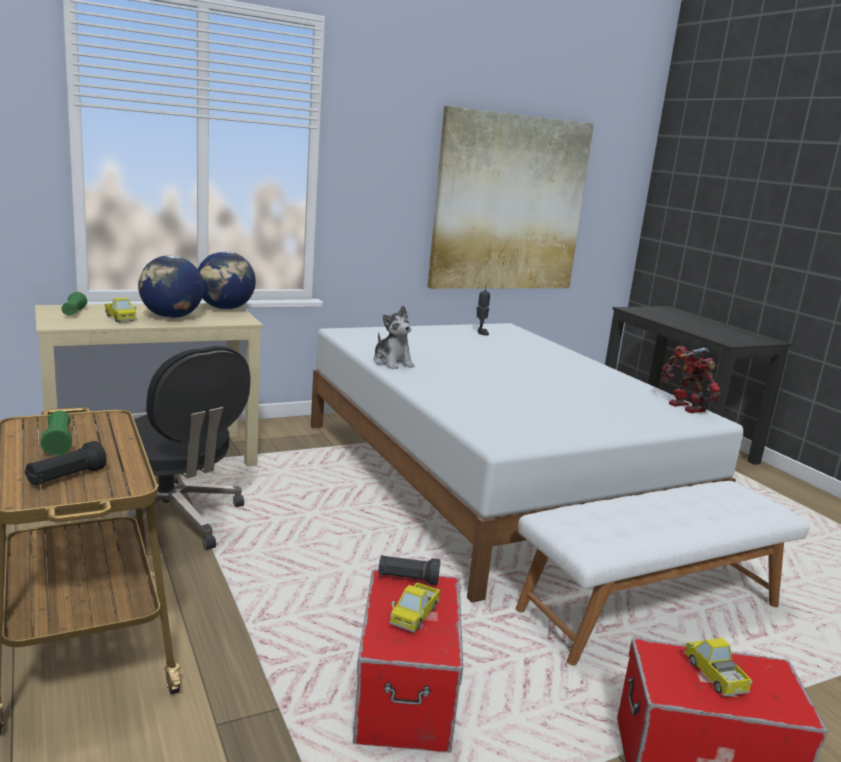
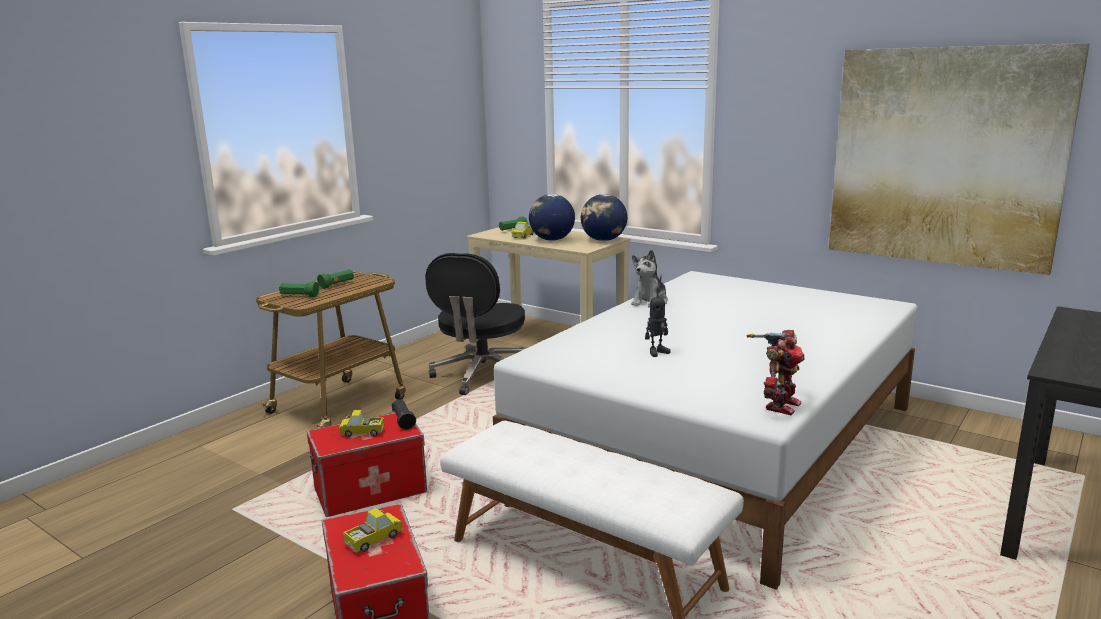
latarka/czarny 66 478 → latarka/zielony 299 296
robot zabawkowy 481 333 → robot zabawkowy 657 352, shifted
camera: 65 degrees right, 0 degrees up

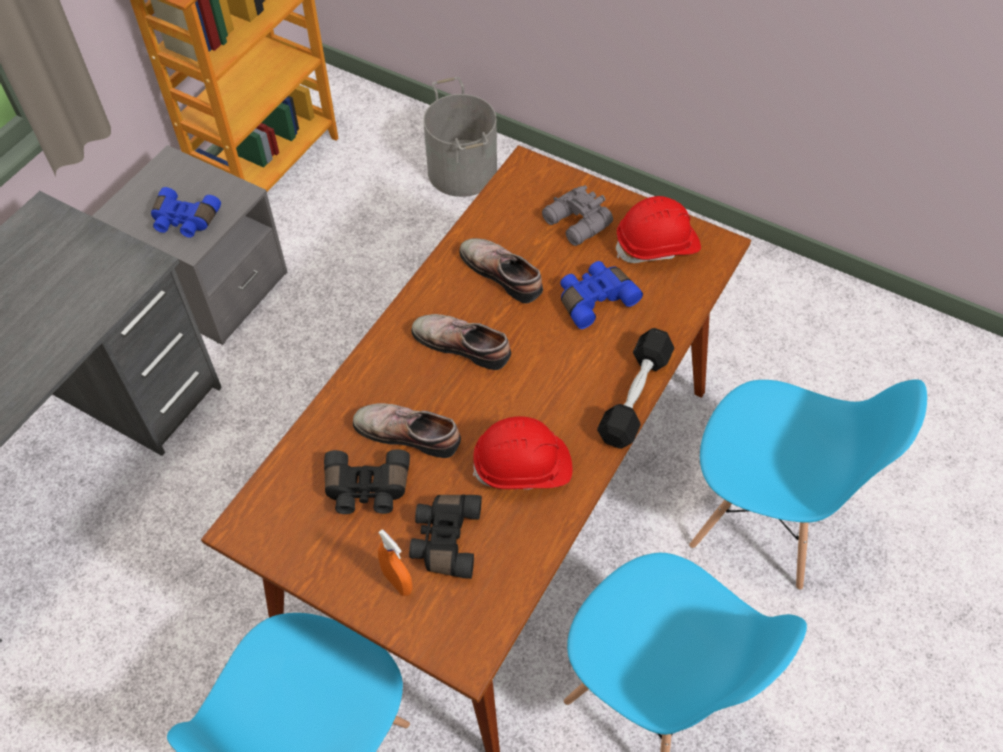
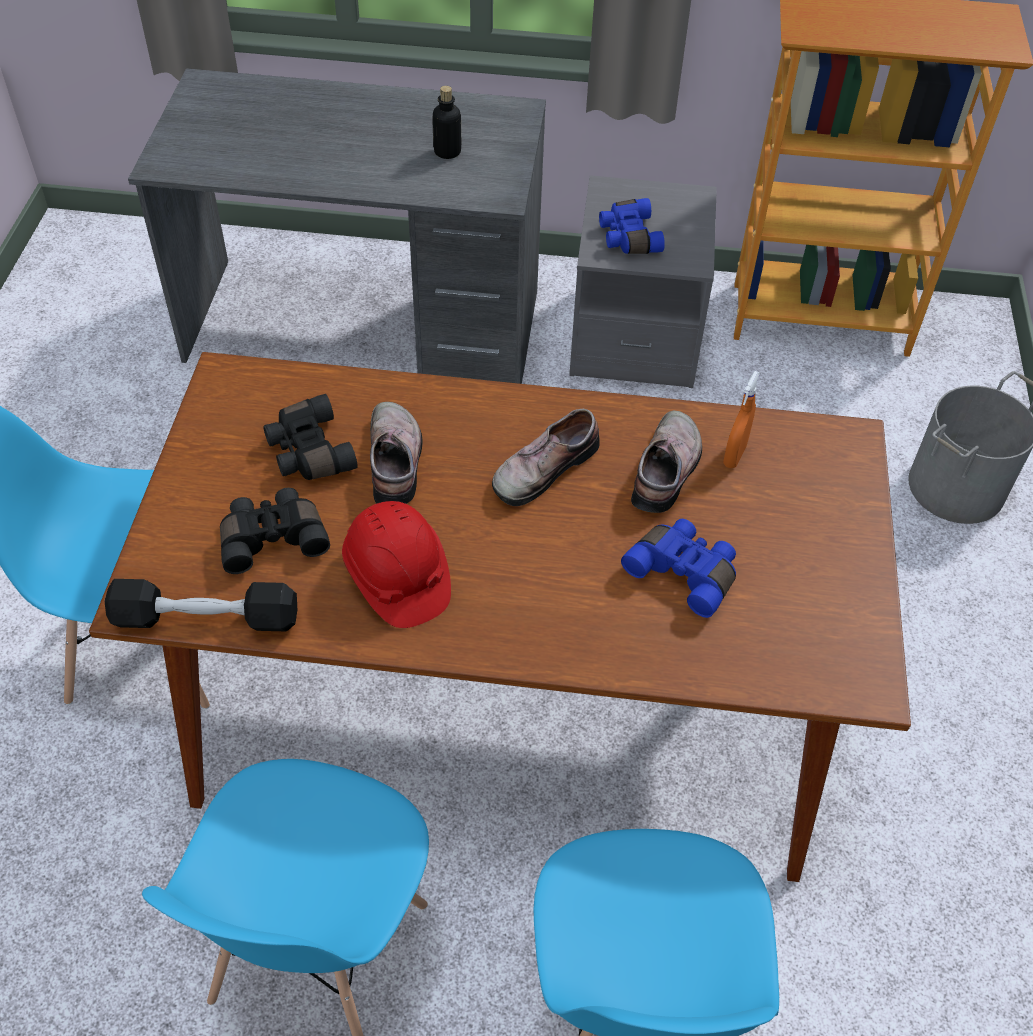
spryskiwacz/pomarańczowy 397 582 → spryskiwacz/pomarańczowy 734 455, shifted
but 463 343 → but 542 467, 135 degrees counterclockwise
lornetka/szary 576 224 → -
hantel/czarny 635 396 → hantel/czarny 206 619, shifted
kask/czerwony 657 245 → -
- → butelka 447 152
camera: 65 degrees right, 5 degrees down

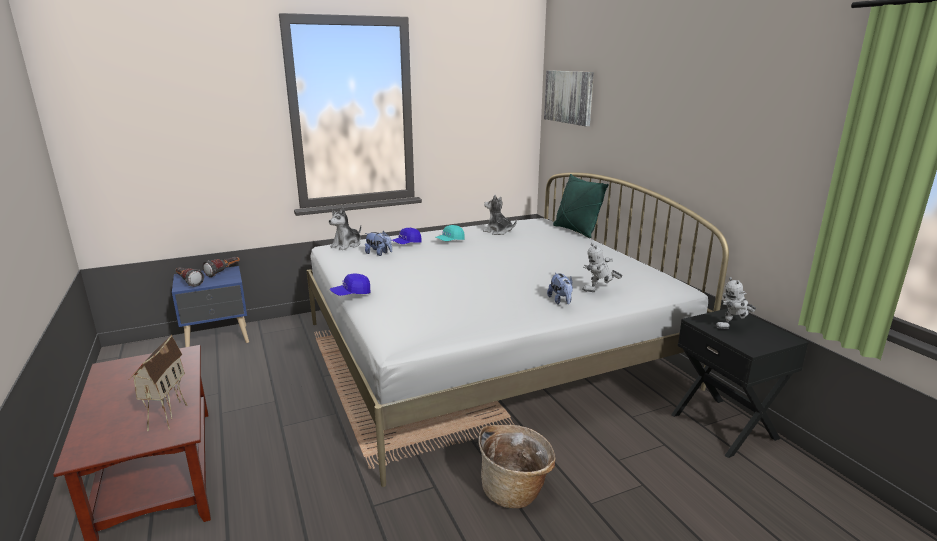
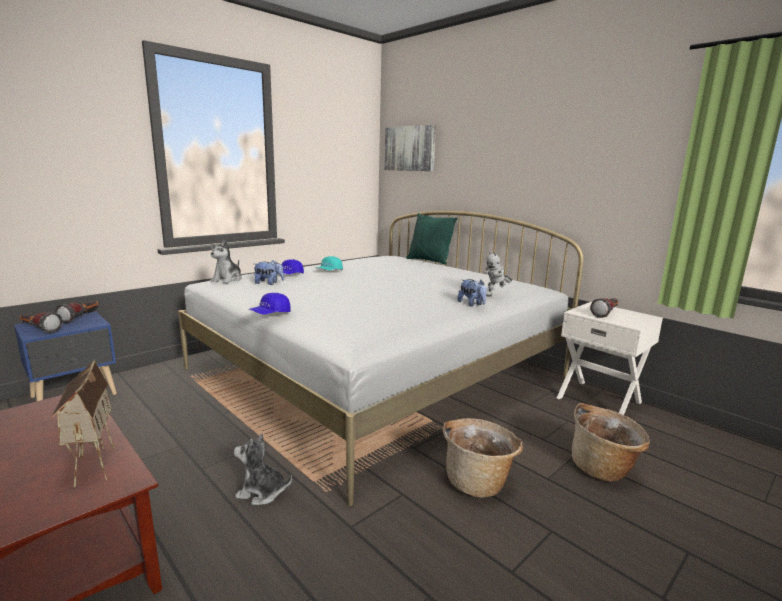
pluszak 498 231 → pluszak 261 492, shifted
szafka nocna/czarny 725 426 → szafka nocna/biały 599 400
robot zabawkowy 733 328 → latarka 606 314
- → koszyk 603 468
camera: 20 degrees left, 5 degrees down

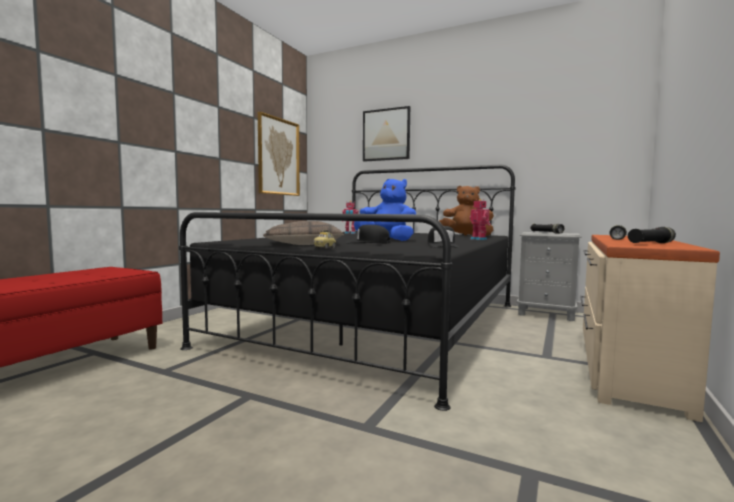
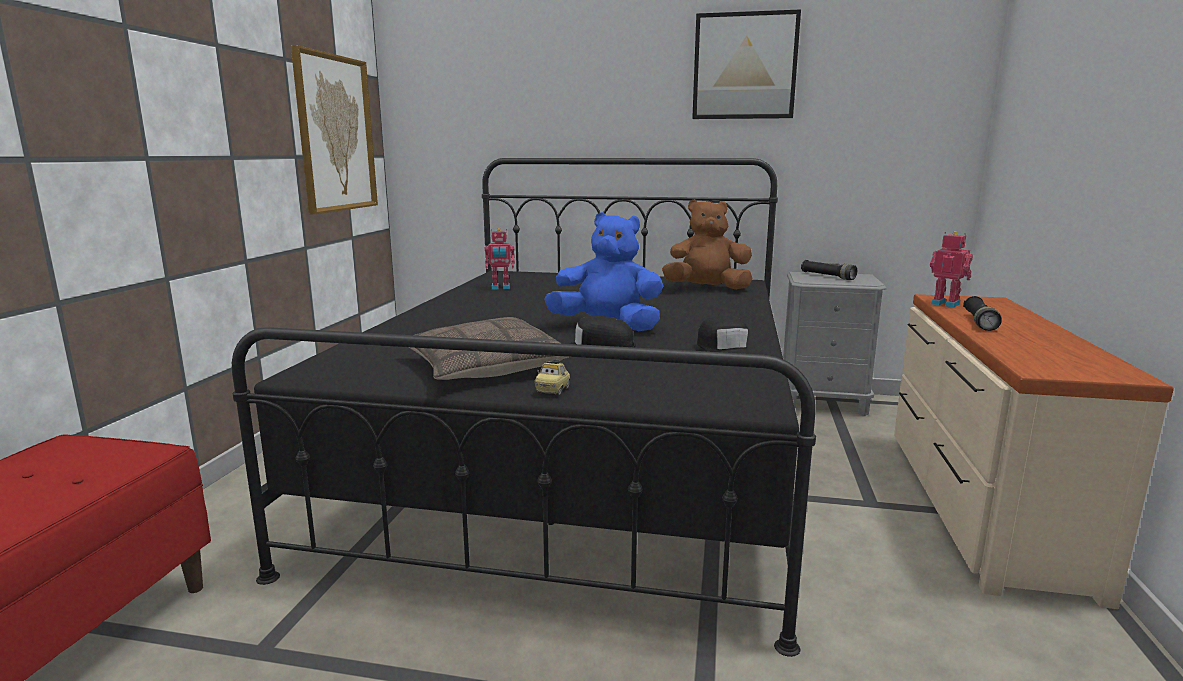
obraz 386 134 → obraz 744 66, shifted
robot zabawkowy 479 239 → robot zabawkowy 945 303, shifted
latarka/czarny 651 243 → -
camera: 15 degrees left, 10 degrees up

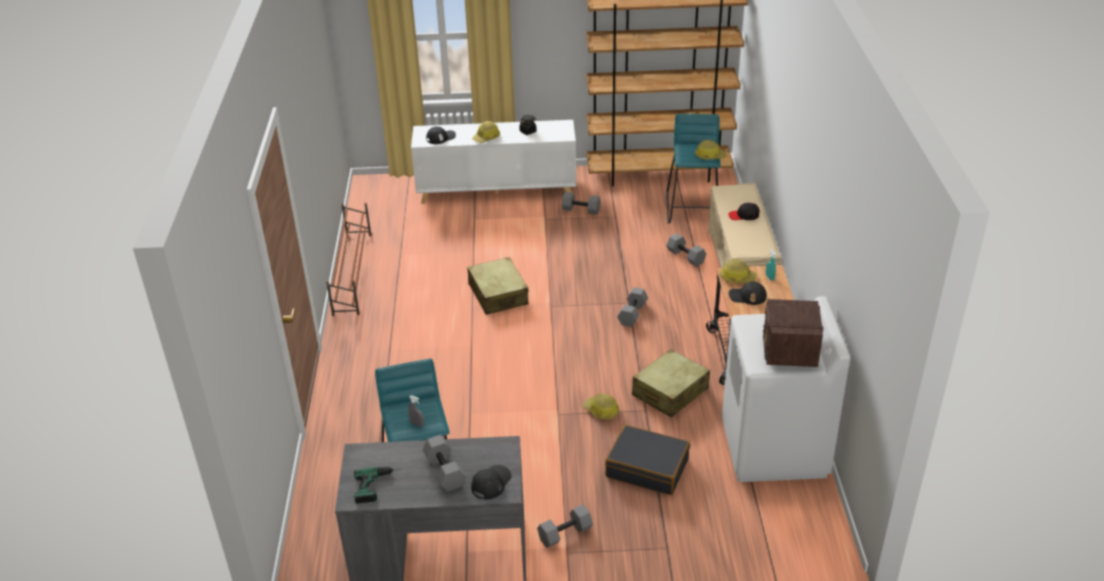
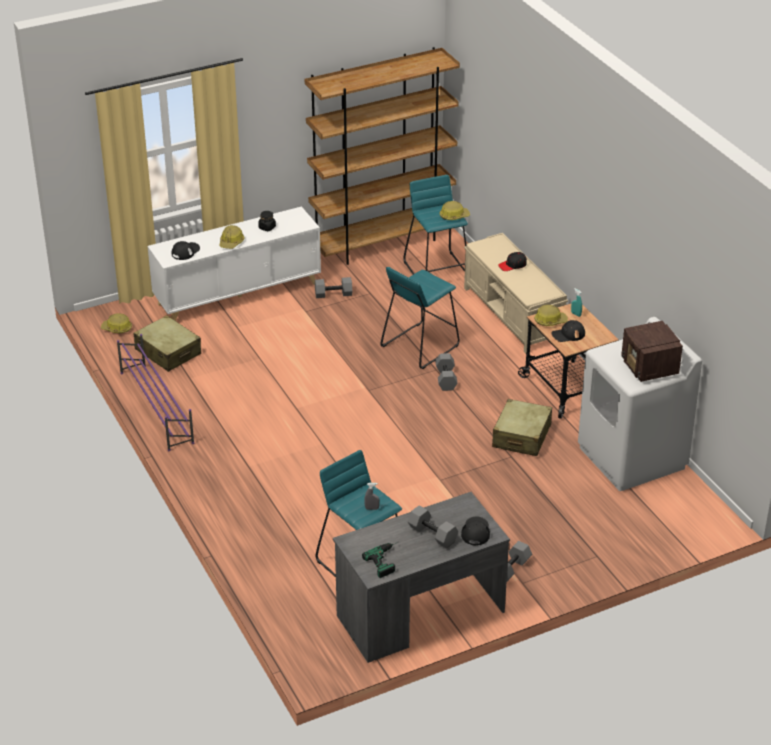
regał na buty/brązowy 353 273 → regał na buty/fioletowy 156 407
walizka/beżowy 498 294 → walizka/beżowy 168 352, shifted
kask 601 411 → kask 117 328, shifted
walizka/czarny 647 468 → -
hantel/szary 686 256 → -
- → stołek/turkusowy 419 346
camera: 25 degrees left, 0 degrees up

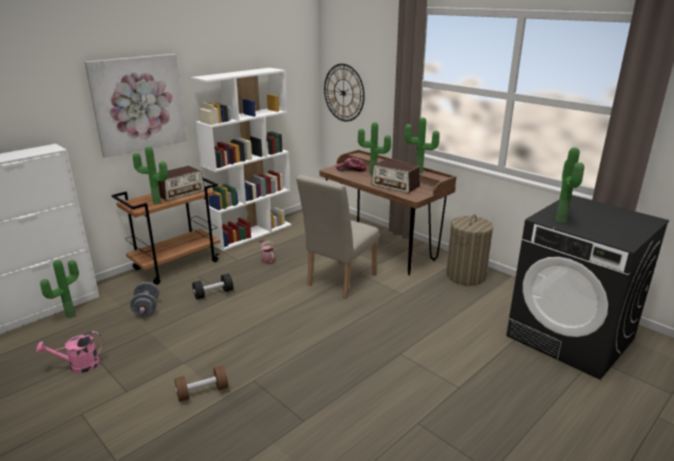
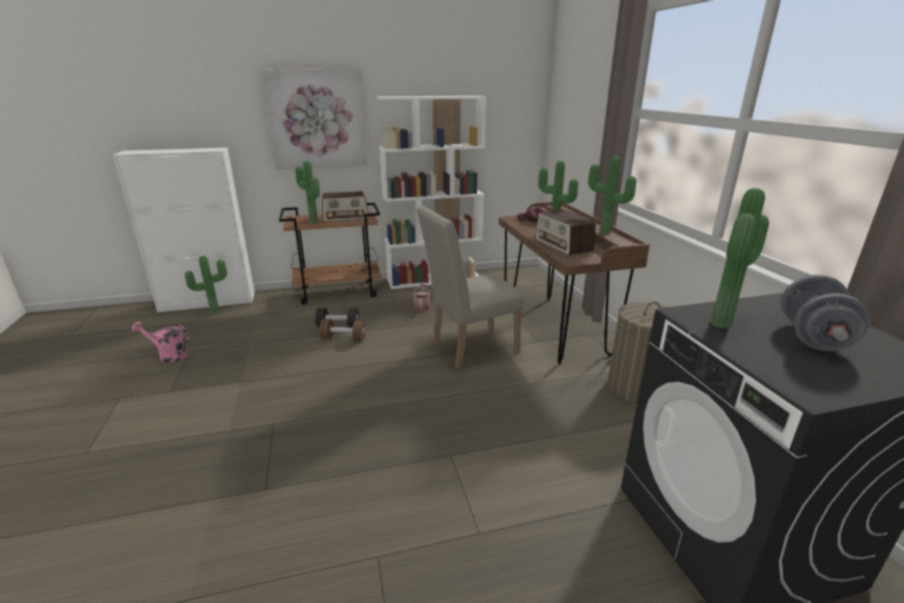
hantel/szary 146 309 → hantel/szary 813 337, shifted
hantel/brązowy 202 392 → hantel/brązowy 343 338, shifted
zegar ścienny 343 93 → -
camera: 30 degrees right, 0 degrees up

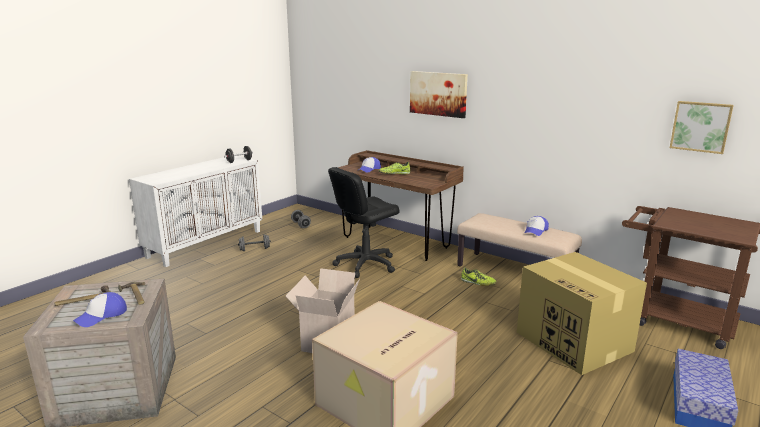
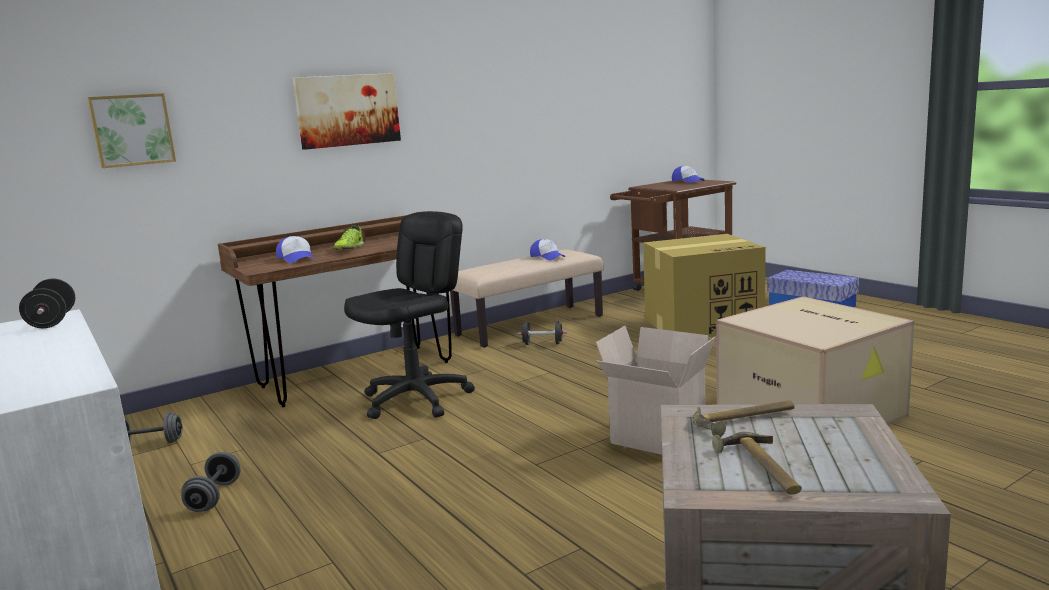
czapka z daszkiem 102 316 → czapka z daszkiem 688 181, shifted
krzesło biurowe/czarny 365 264 → krzesło biurowe/czarny 416 399, 120 degrees counterclockwise
but 478 283 → hantel/czarny 543 344
obraz 700 126 → obraz 132 130, shifted
camera: 70 degrees left, 5 degrees down

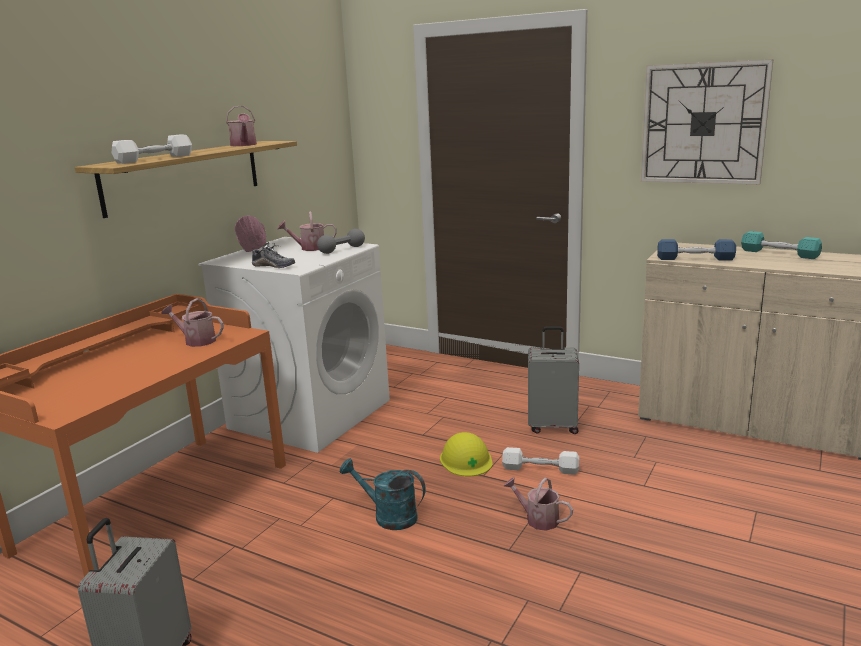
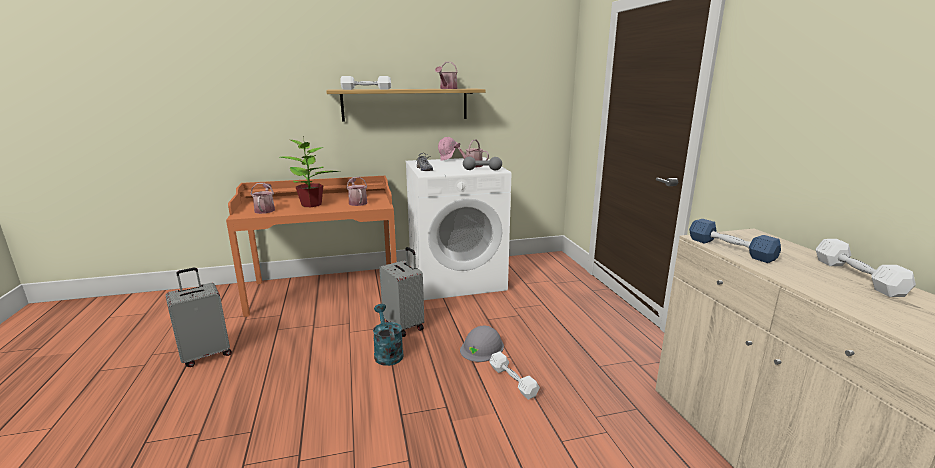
kask/żółty 466 460 → kask/szary 482 347
konewka 538 519 → konewka 265 210, shifted
walizka/szary 553 426 → walizka/szary 405 326, shifted
zegar ścienny 703 123 → -
hantel/turkusowy 779 254 → hantel/biały 857 277
- → roślina doniczkowa 312 205
camera: 45 degrees right, 0 degrees up

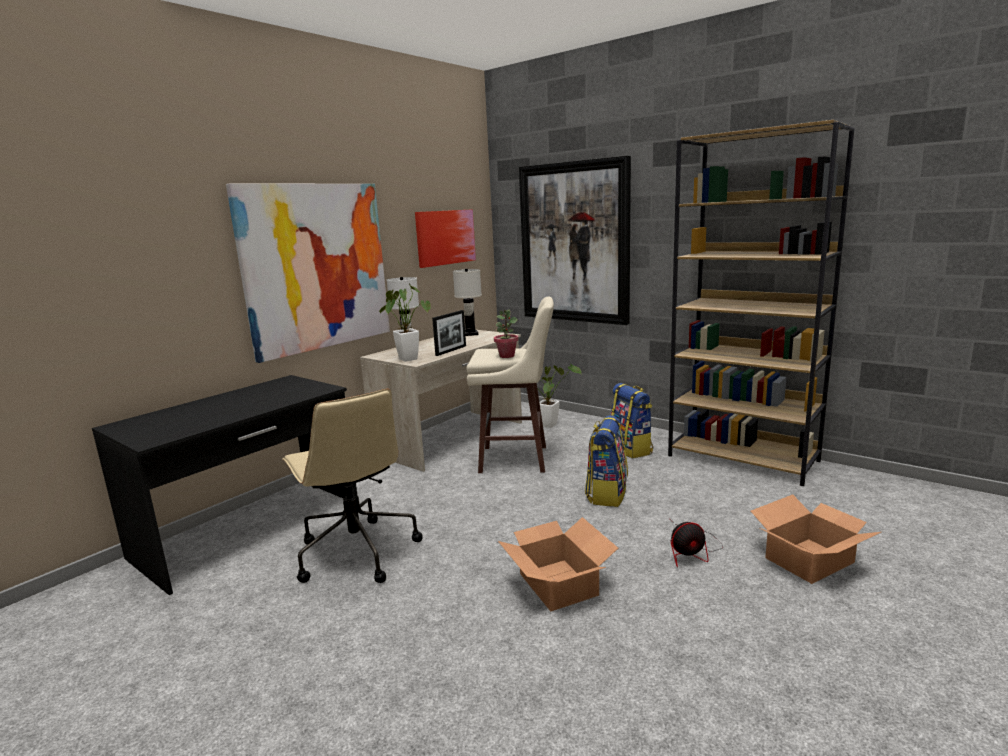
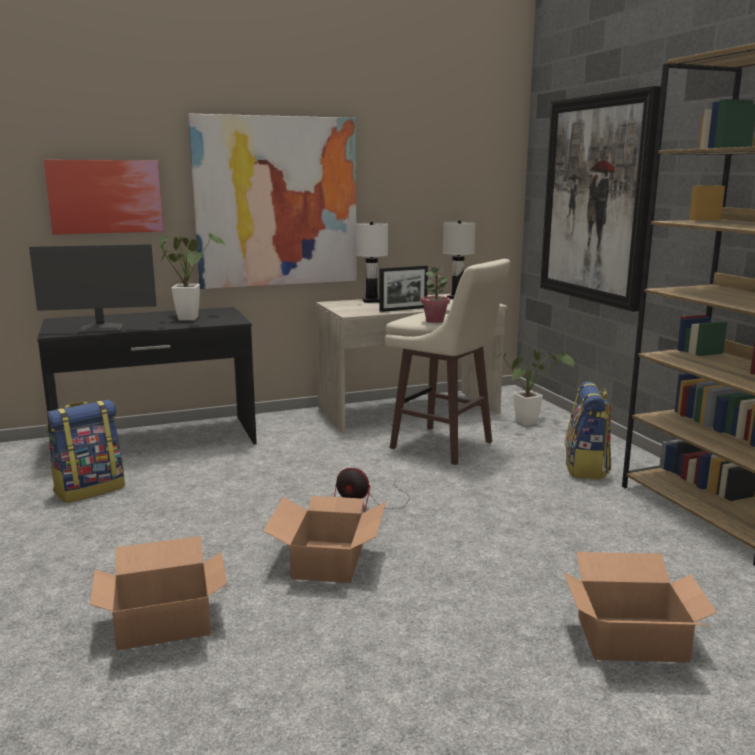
krzesło biurowe/beżowy 356 552 → -
roślina doniczkowa 406 358 → roślina doniczkowa 189 318, shifted
obraz 445 237 → obraz 105 196, shifted
plecak 606 494 → plecak 90 489, shifted
wentylator 692 551 → wentylator 369 503, shifted
- → monitor 101 329
- → karton 165 623
camera: 30 degrees right, 0 degrees up

